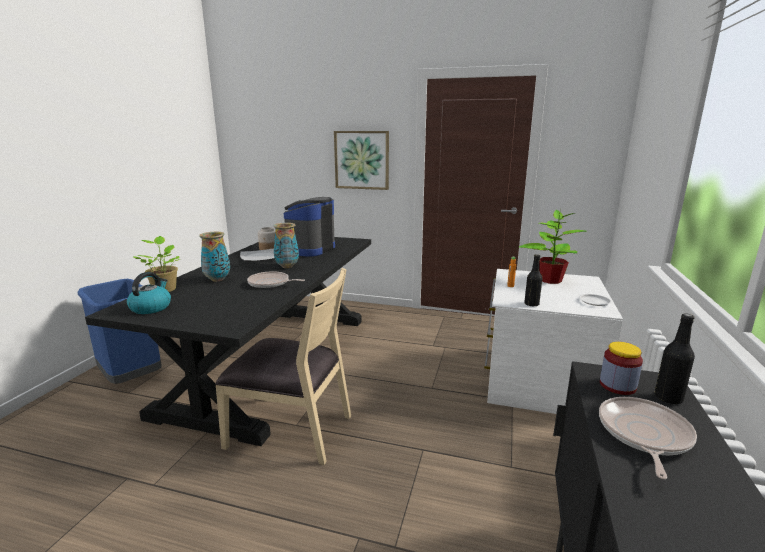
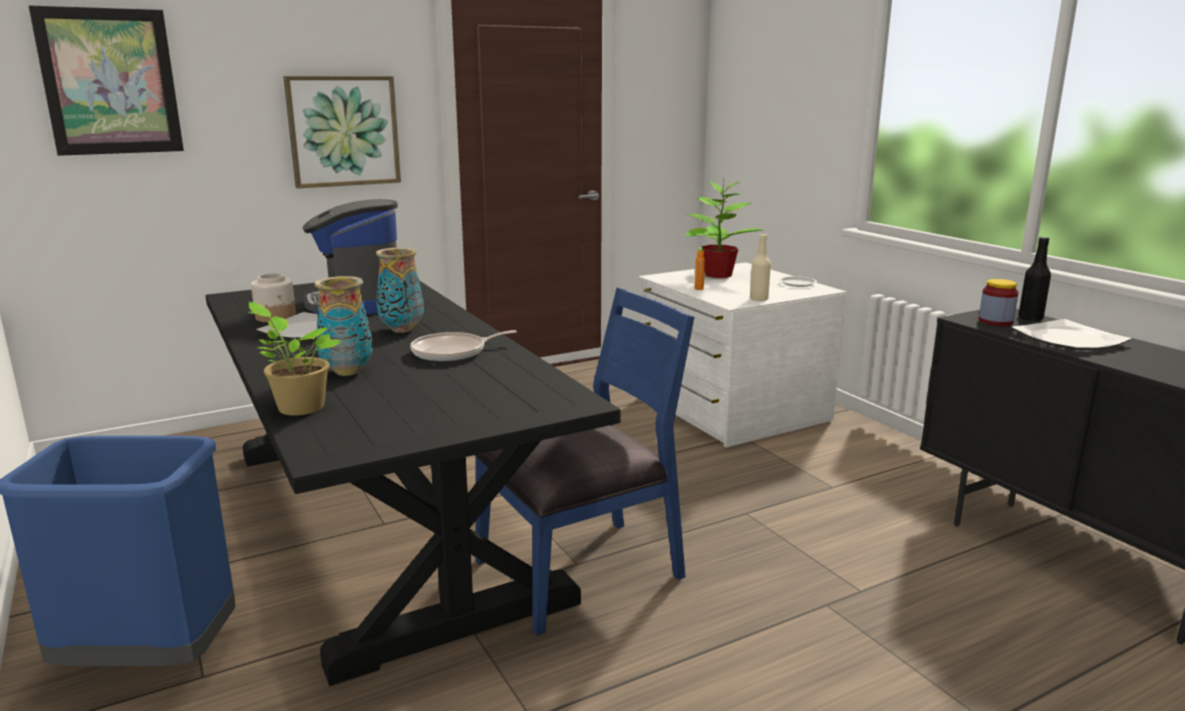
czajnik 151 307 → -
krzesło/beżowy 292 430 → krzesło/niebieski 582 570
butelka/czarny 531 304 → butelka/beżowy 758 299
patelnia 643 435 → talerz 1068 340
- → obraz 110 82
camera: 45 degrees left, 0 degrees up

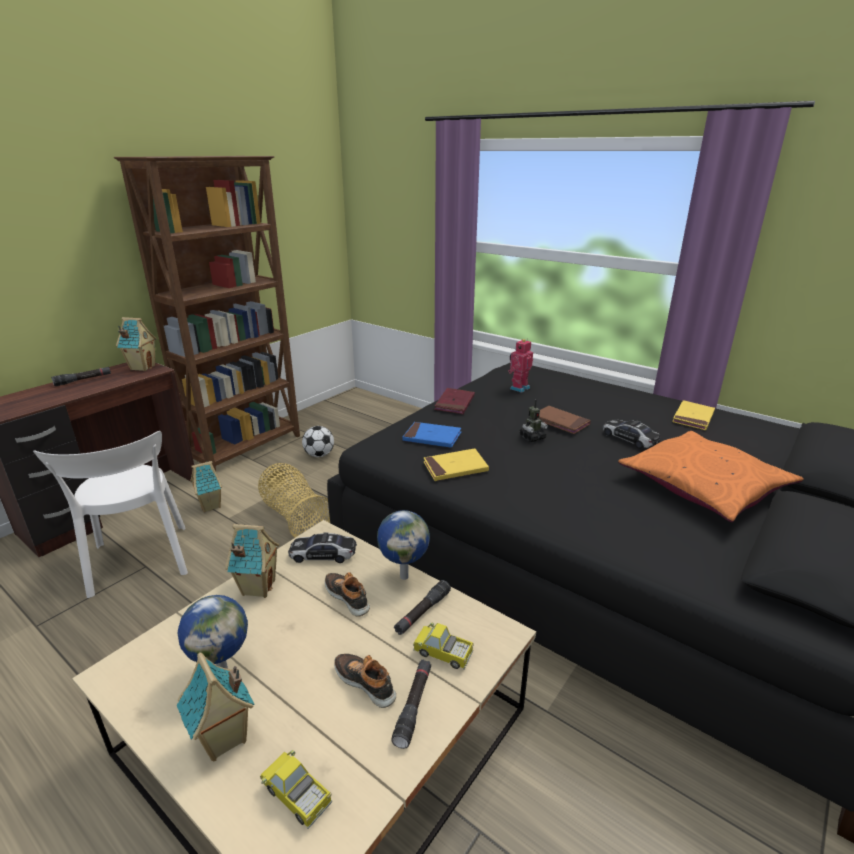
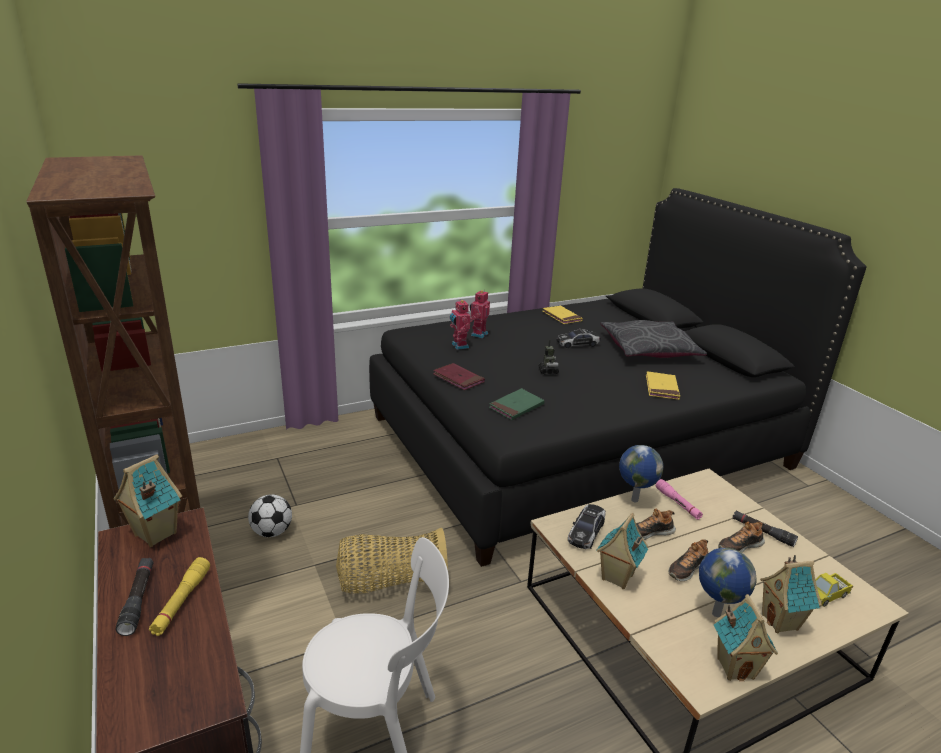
domek 211 506 → domek 735 667, shifted
latarka/czarny 422 612 → latarka/różowy 678 504
książka/niebieski 432 437 → książka/zielony 516 407
ciężarówka zabawkowa 443 653 → -
książka/żółty 455 467 → książka/żółty 661 388, shifted
książka/brązowy 560 422 → -
poduszka/pomarańczowy 704 486 → poduszka/szary 649 349
- → latarka/żółty 181 602
- → robot zabawkowy 478 334
- → but 687 568
camera: 65 degrees left, 0 degrees up

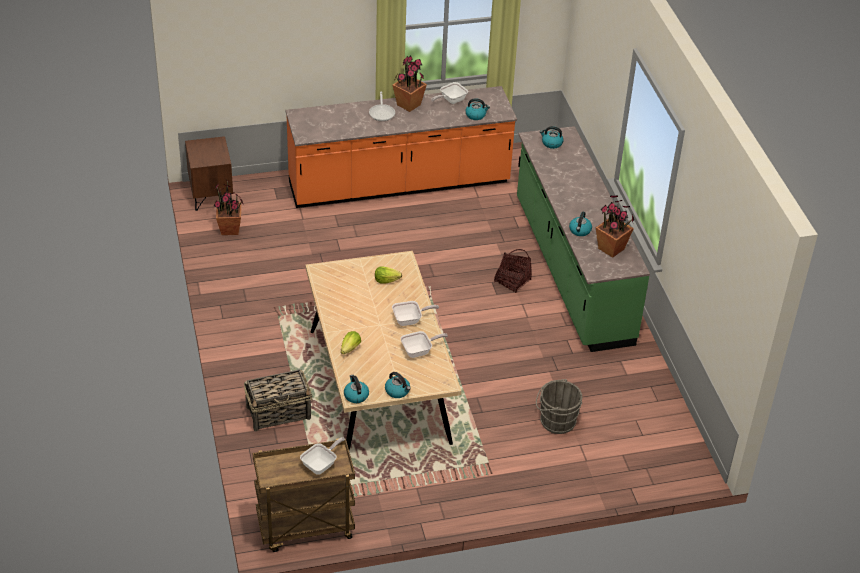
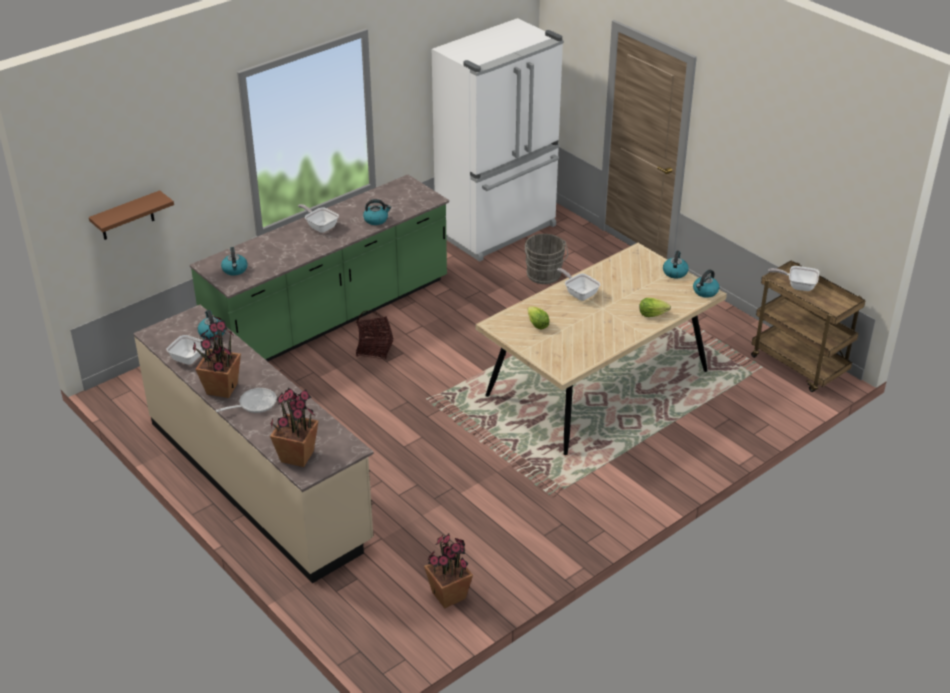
szafka nocna/brązowy 210 195 → -
koszyk 279 413 → -
zabudowa kuchenna/pomarańczowy 399 185 → zabudowa kuchenna/beżowy 258 481
patelnia 419 351 → patelnia 320 226, shifted
roślina doniczkowa 611 249 → roślina doniczkowa 297 456, shifted
- → półka/brązowy 127 216
- → lodówka/biały 498 230
camera: 115 degrees left, 5 degrees down

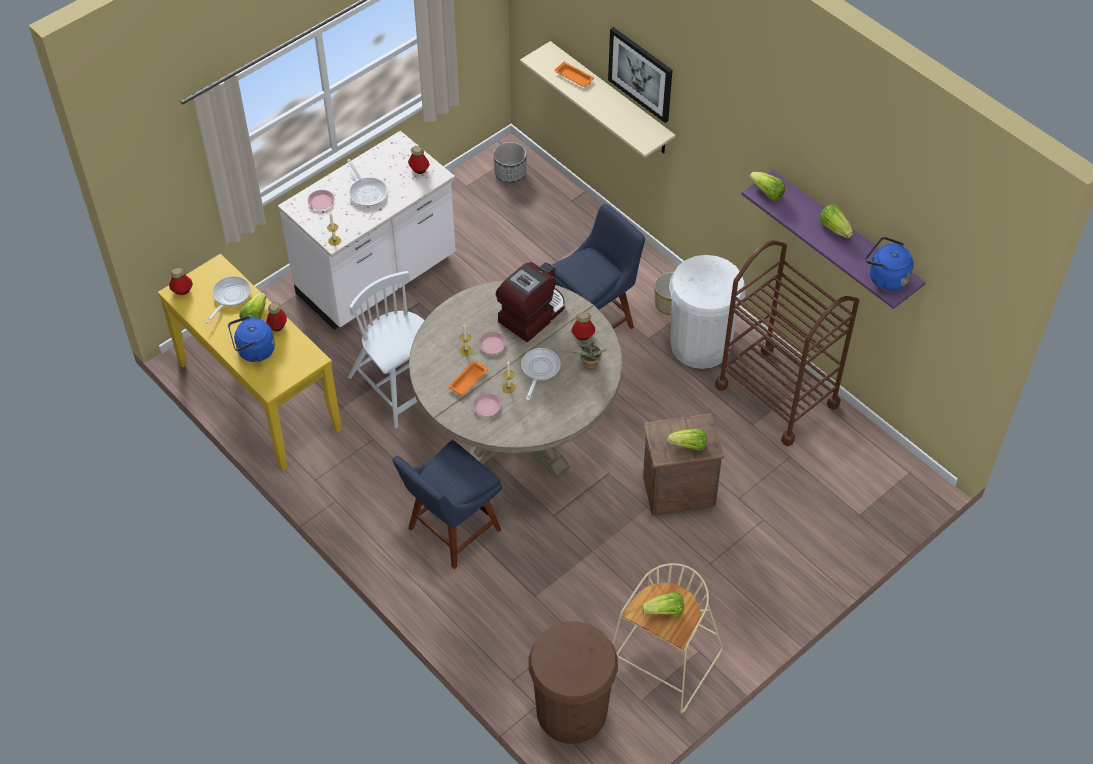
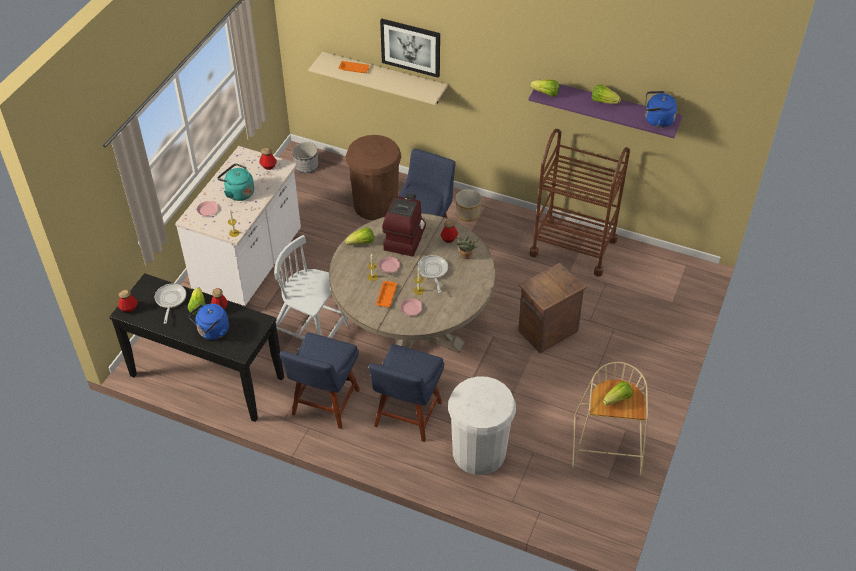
stolik konsolowy/żółty 258 396 → stolik konsolowy/czarny 206 377
patelnia 367 191 → czajnik/turkusowy 238 192
kosz na śmieci/brązowy 571 711 → kosz na śmieci/brązowy 375 205, shifted
sałata 688 446 → sałata 361 243, shifted
kosz na śmieci/biały 700 344 → kosz na śmieci/biały 479 452, shifted
- → krzesło/niebieski 324 405
camera: 25 degrees left, 5 degrees down

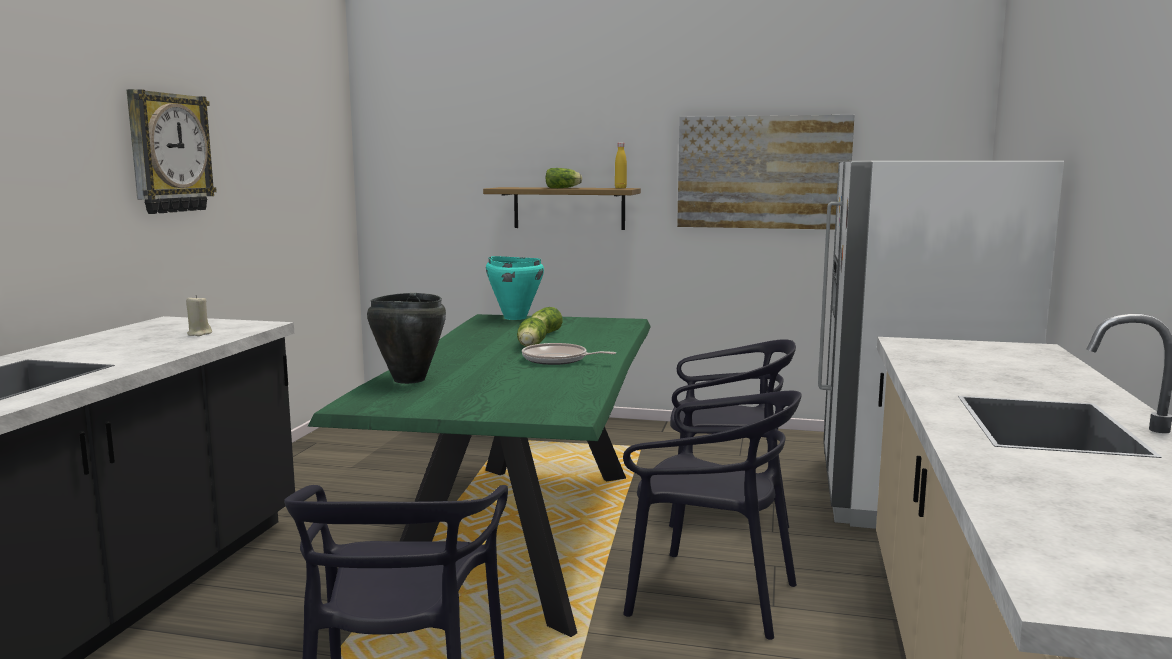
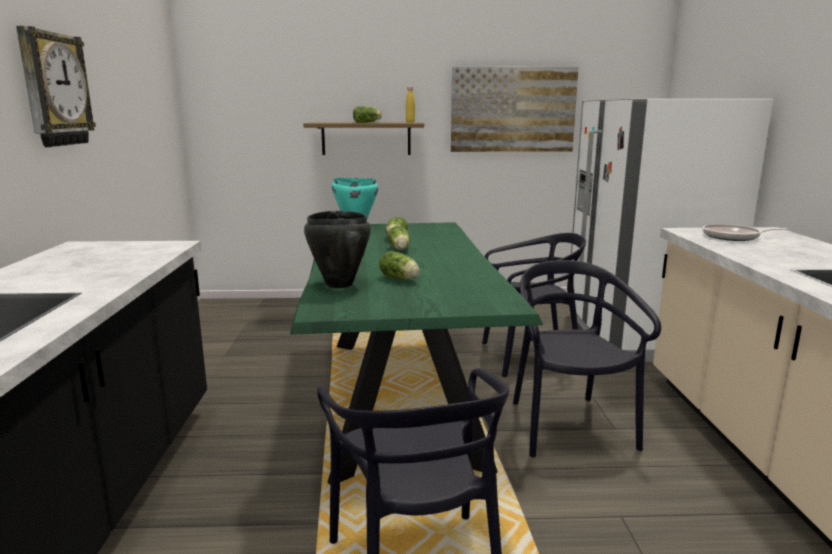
świeca/beżowy 199 334 → -
patelnia 558 360 → patelnia 734 237, shifted
krzesło/czarny 711 596 → krzesło/czarny 568 427, 105 degrees counterclockwise
- → sałata 400 279
camera: 15 degrees left, 5 degrees up

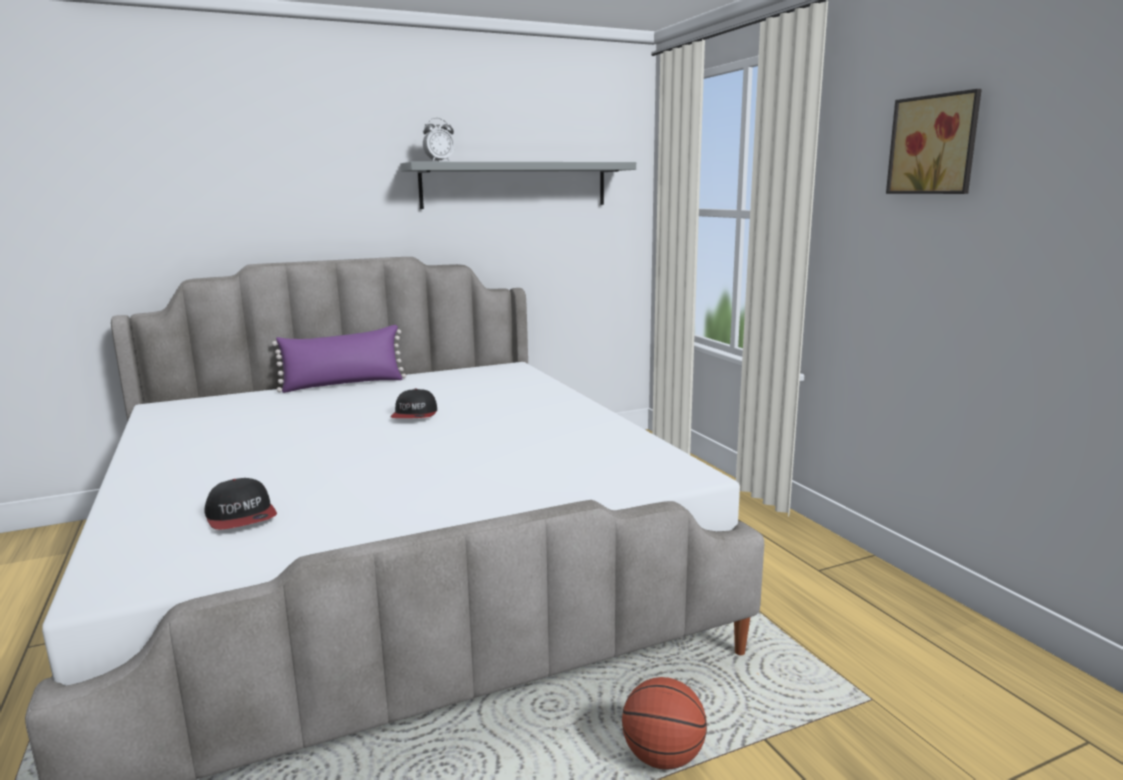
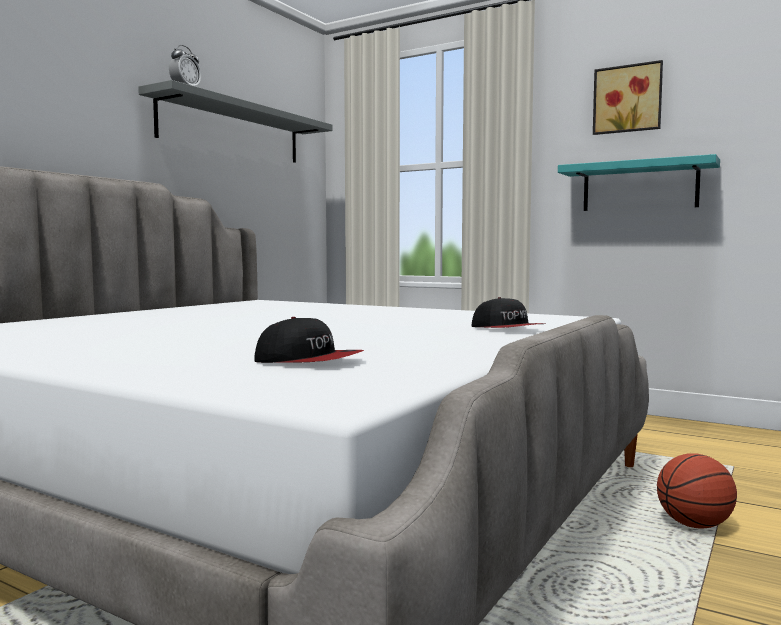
poduszka/fioletowy 343 384 → -
czapka z daszkiem 415 415 → czapka z daszkiem 507 329, shifted
- → półka/turkusowy 639 186
camera: 35 degrees left, 10 degrees down

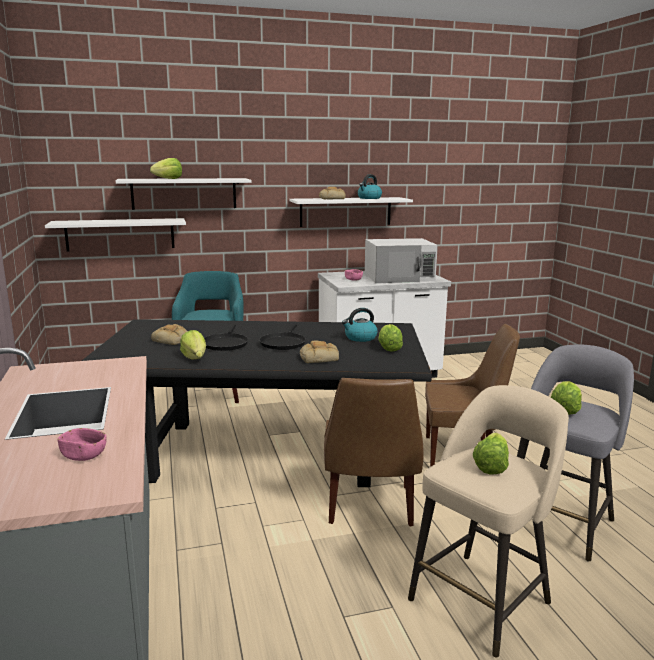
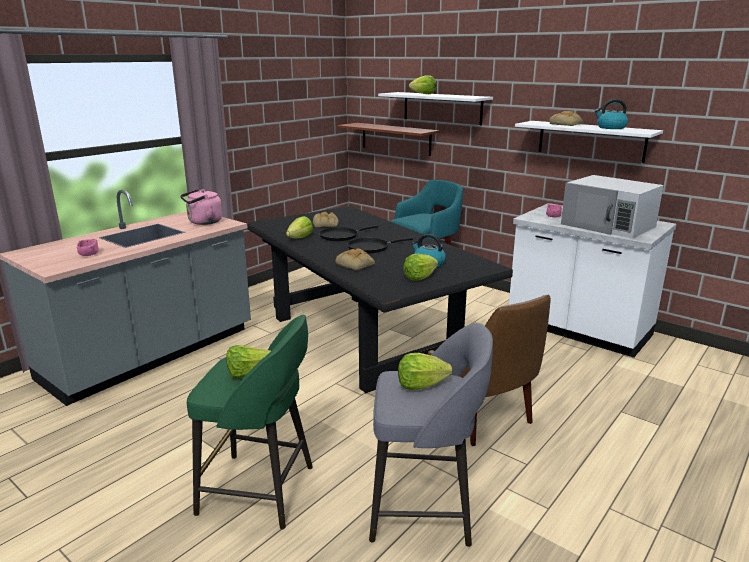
półka/biały 120 234 → półka/brązowy 396 138
krzesło/brązowy 370 507 → -
stołek/beżowy 482 599 → stołek/zielony 260 490
- → czajnik/różowy 203 222
camera: 55 degrees right, 5 degrees up

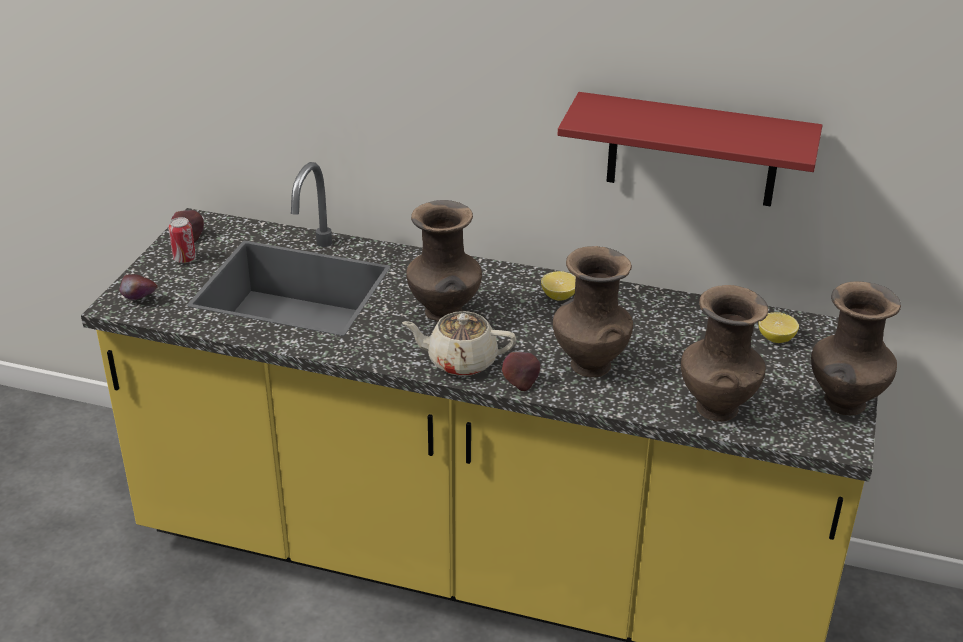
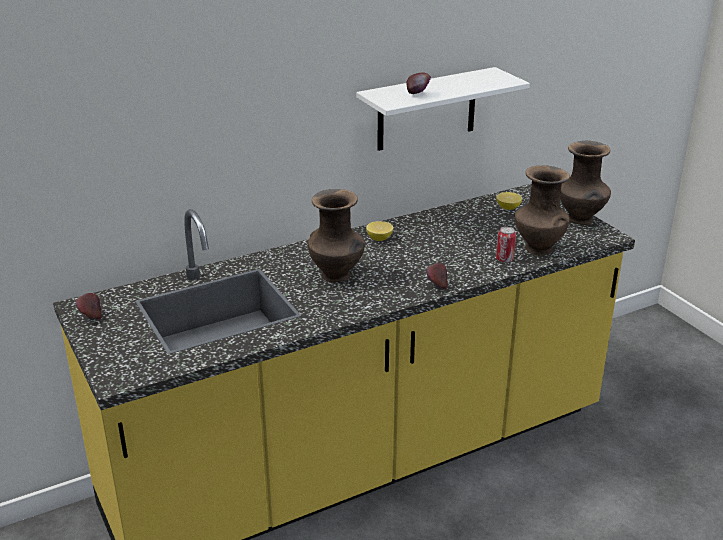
jabłko 140 300 → jabłko 418 94, shifted
puszka 184 259 → puszka 504 259, shifted
imbryk/beżowy 460 361 → -
wazon/brązowy 589 364 → -
półka/czerwony 692 150 → półka/biały 427 109
camera: 45 degrees left, 5 degrees down

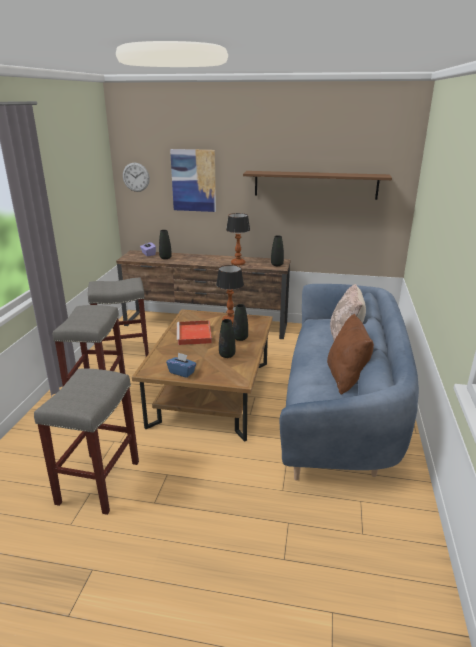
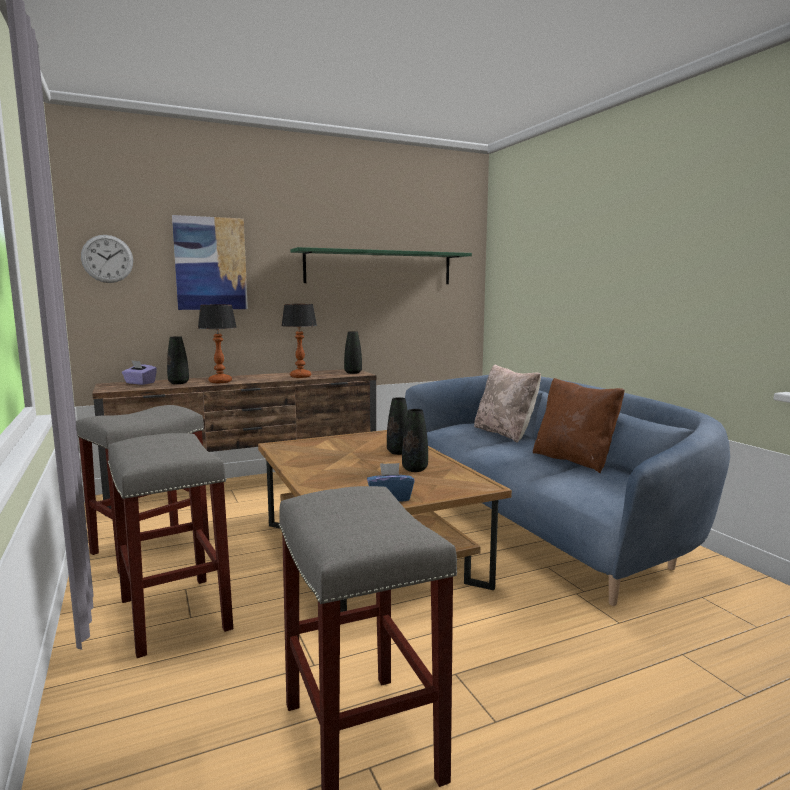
taca/czerwony 194 335 → -
lampa stołowa 230 321 → lampa stołowa 219 382, shifted
półka/brązowy 315 185 → półka/zielony 379 267
camera: 35 degrees left, 15 degrees down

